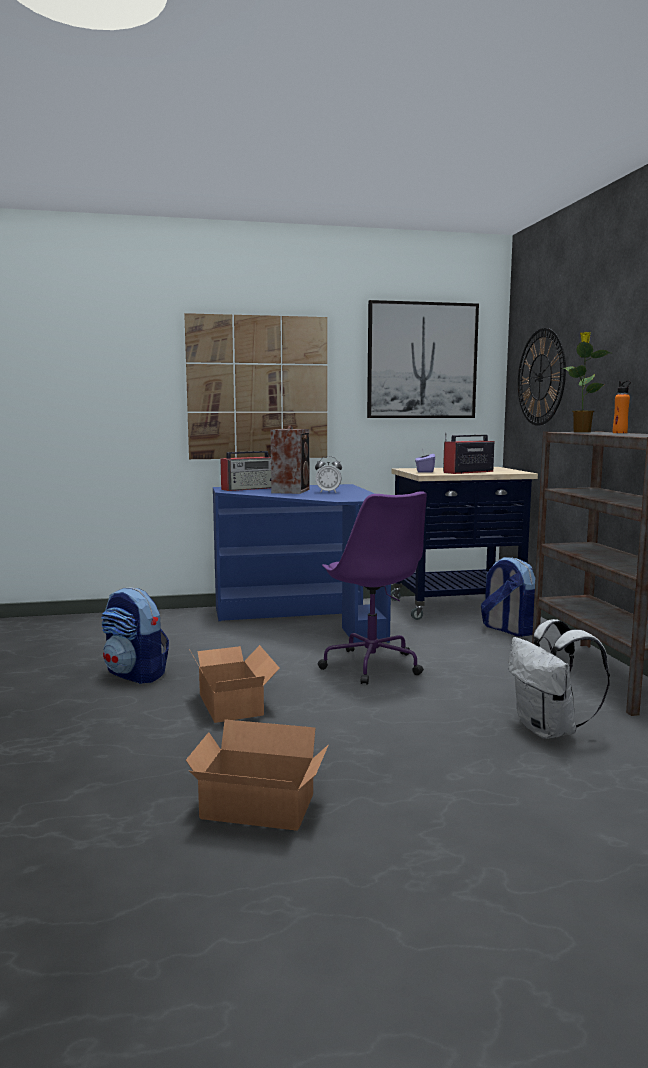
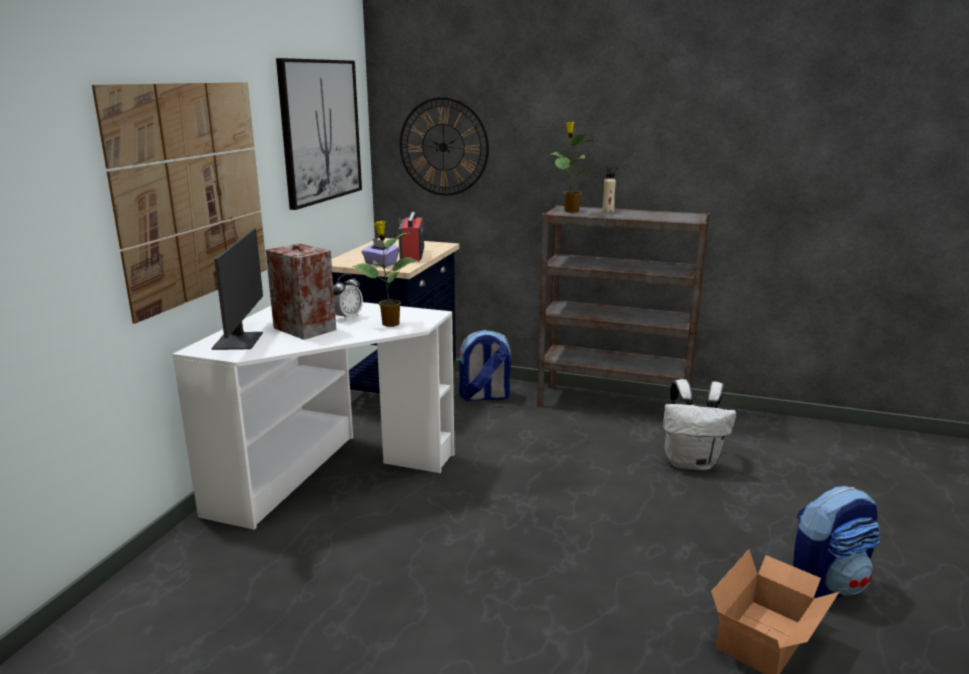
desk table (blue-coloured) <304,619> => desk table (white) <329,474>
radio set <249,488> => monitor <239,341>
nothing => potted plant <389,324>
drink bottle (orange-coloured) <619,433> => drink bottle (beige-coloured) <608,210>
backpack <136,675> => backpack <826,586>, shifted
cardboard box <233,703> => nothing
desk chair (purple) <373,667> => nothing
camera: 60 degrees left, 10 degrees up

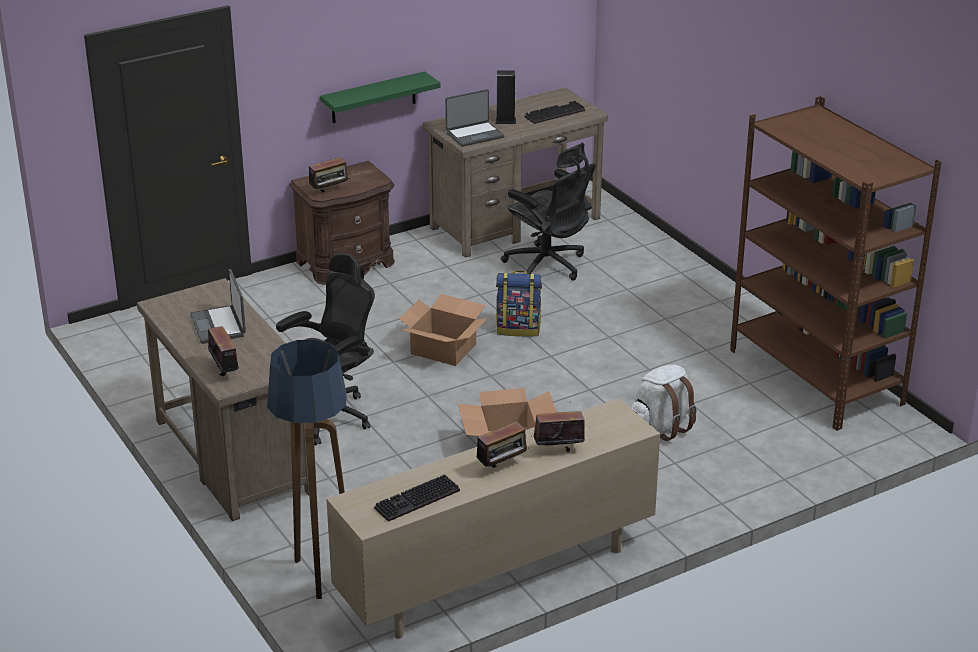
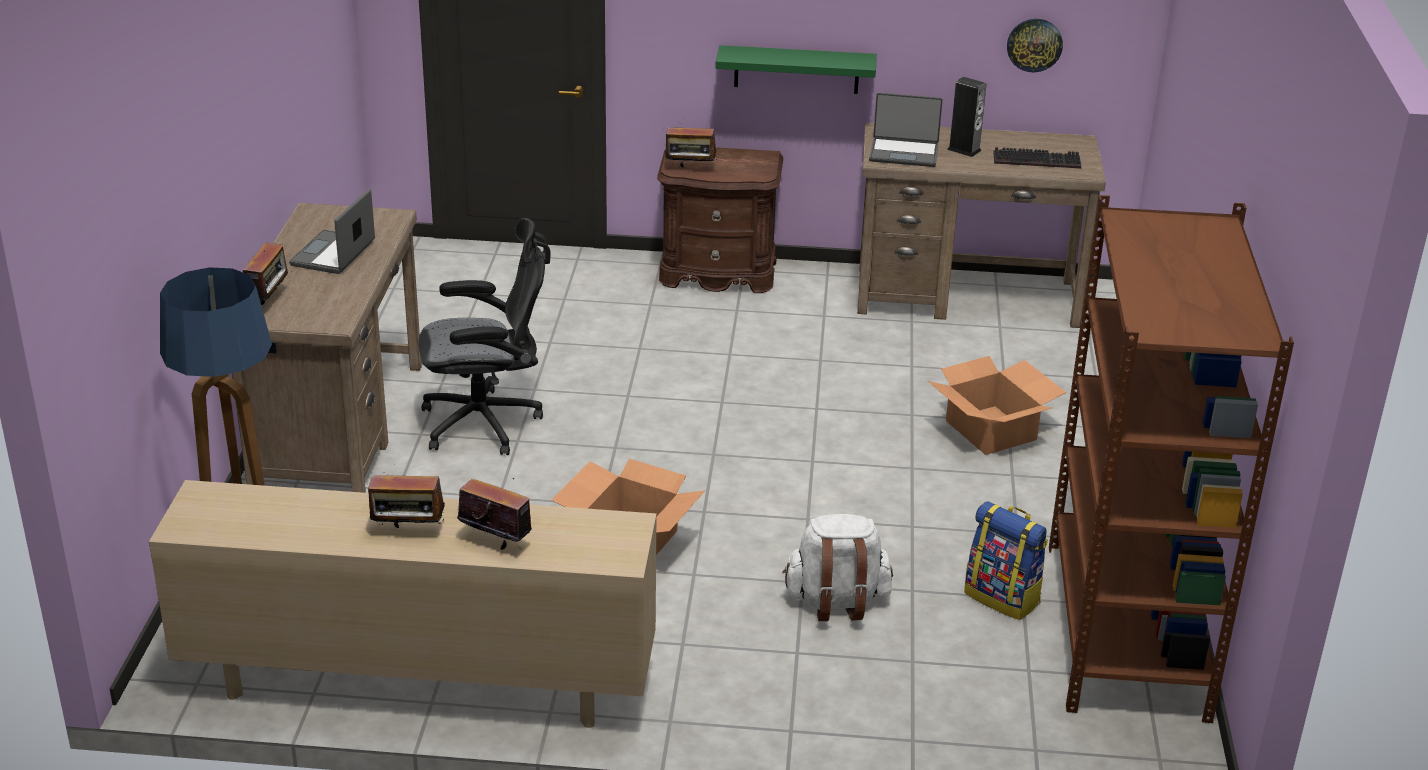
cardboard box <443,348> => cardboard box <991,430>, shifted
backpack <518,329> => backpack <1003,597>, shifted
nothing => clock on the wall <1034,44>
computer keyboard <417,501> => nothing
desk chair <548,266> => nothing
camera: 35 degrees right, 0 degrees up

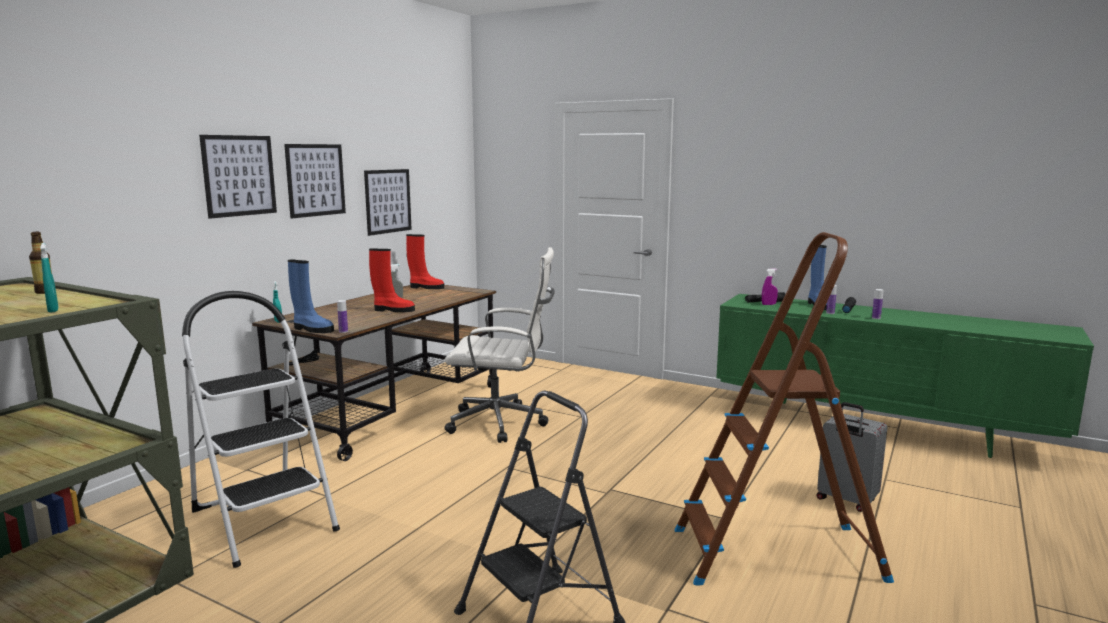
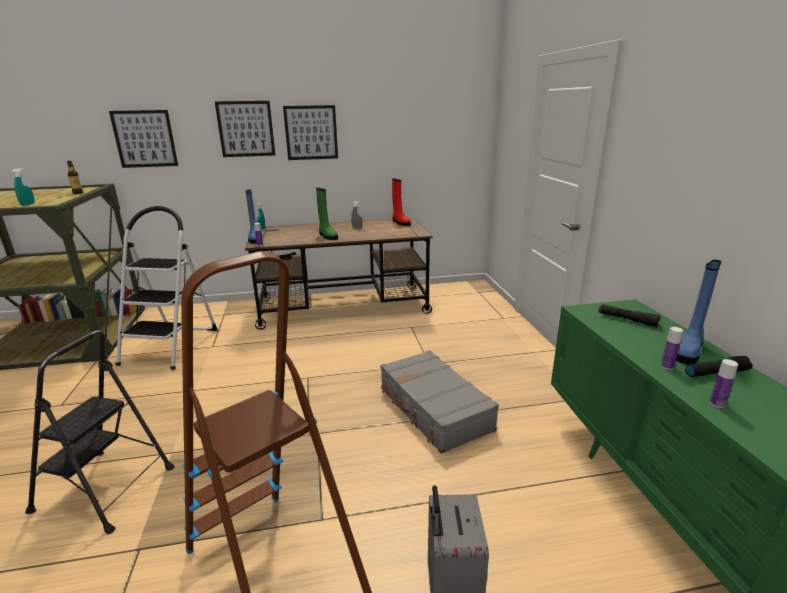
wall picture <388,201> => wall picture <144,139>, shifted
boot (reddish) <393,310> => boot (green) <327,236>
nothing => suitcase (gray) <434,409>
desk chair (white) <501,423> => nothing
hand sprayer (purple) <768,304> => nothing
camera: 50 degrees right, 10 degrees up

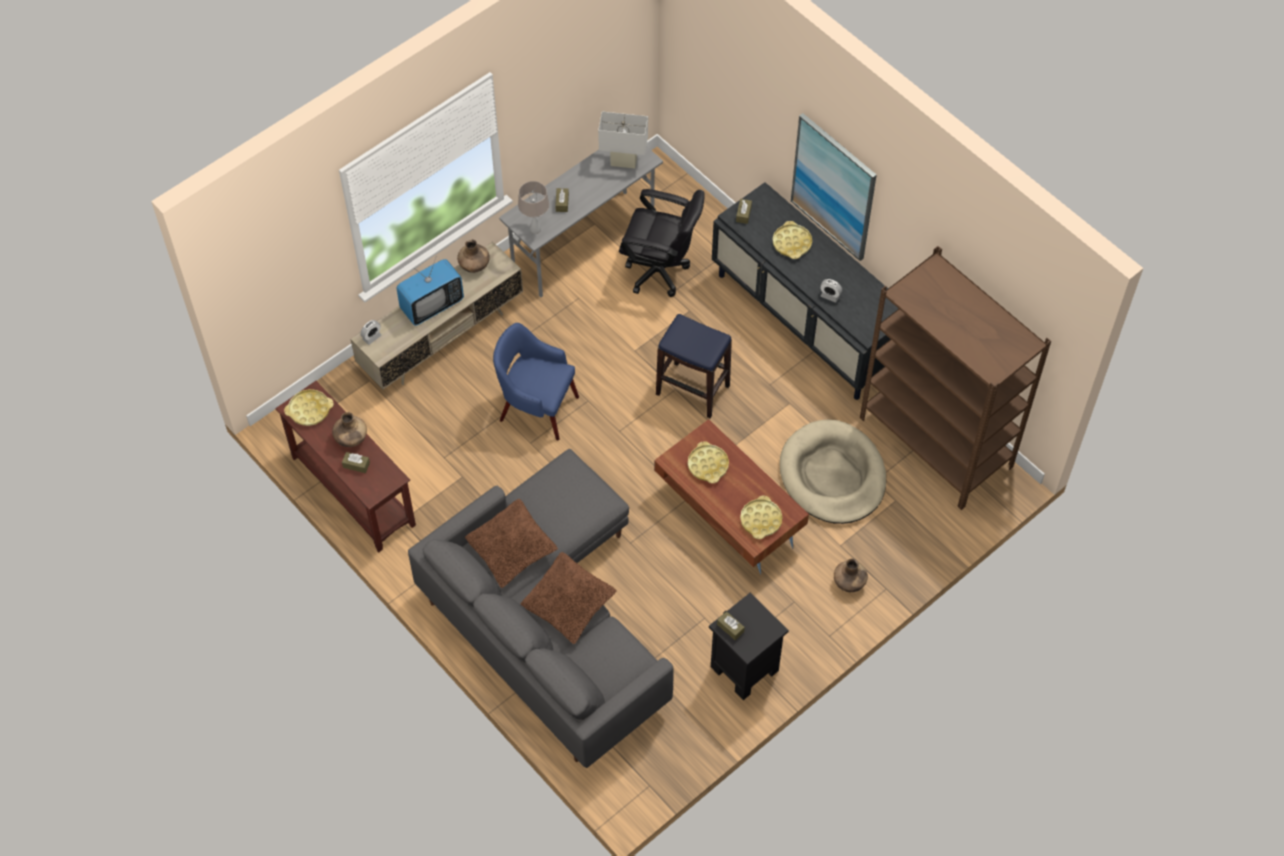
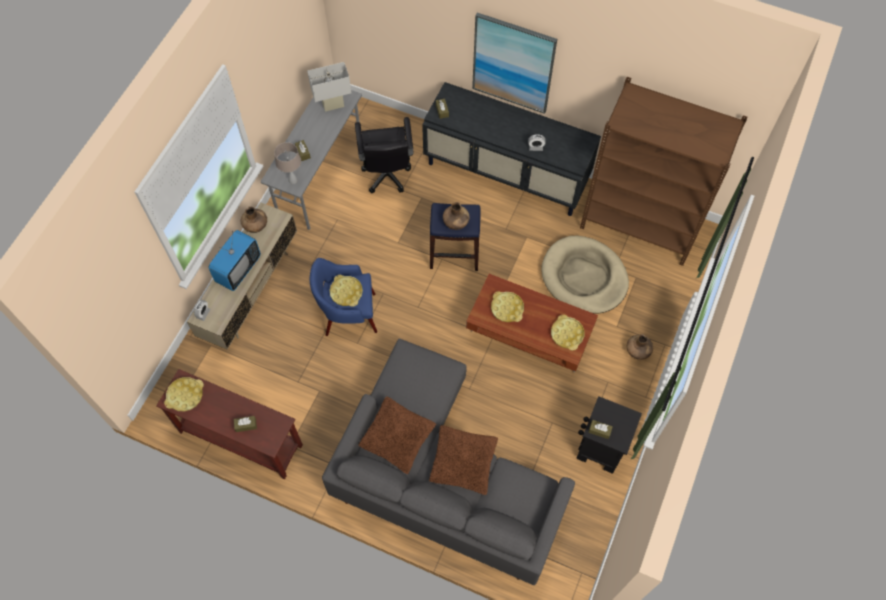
tray (yellowish) <792,243> => tray (yellowish) <346,292>, shifted
desk chair (black-coloured) <661,273> => desk chair (black-coloured) <387,178>, 90 degrees clockwise
decorative vase (brownish) <351,438> => decorative vase (brownish) <455,223>, shifted
camera: 25 degrees left, 5 degrees up

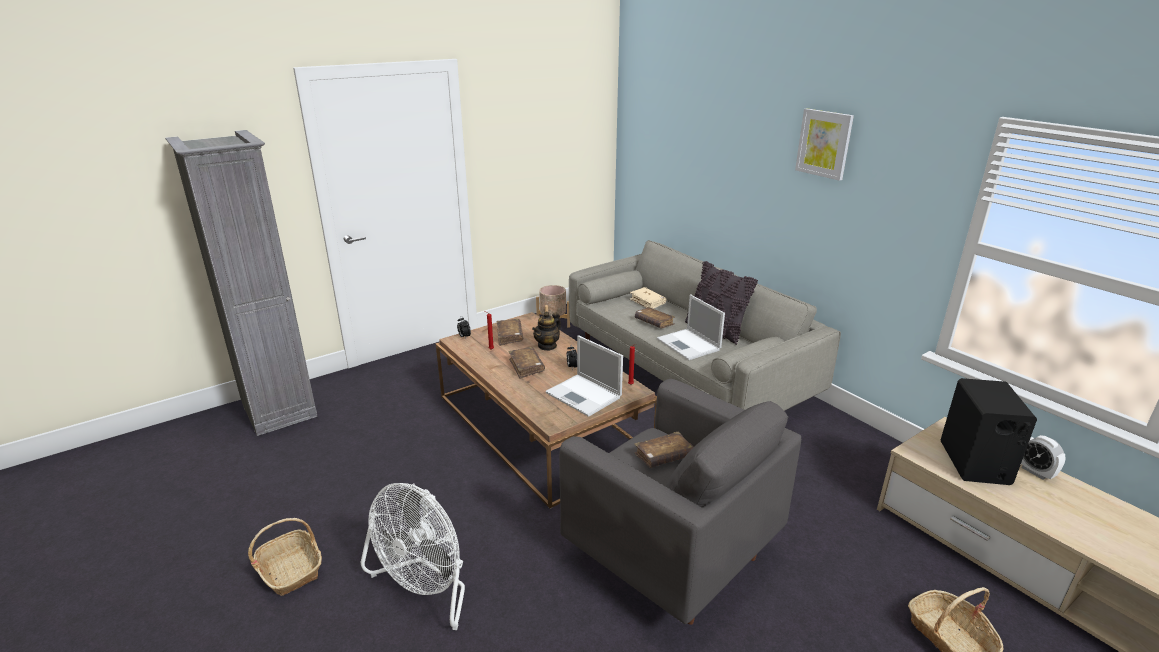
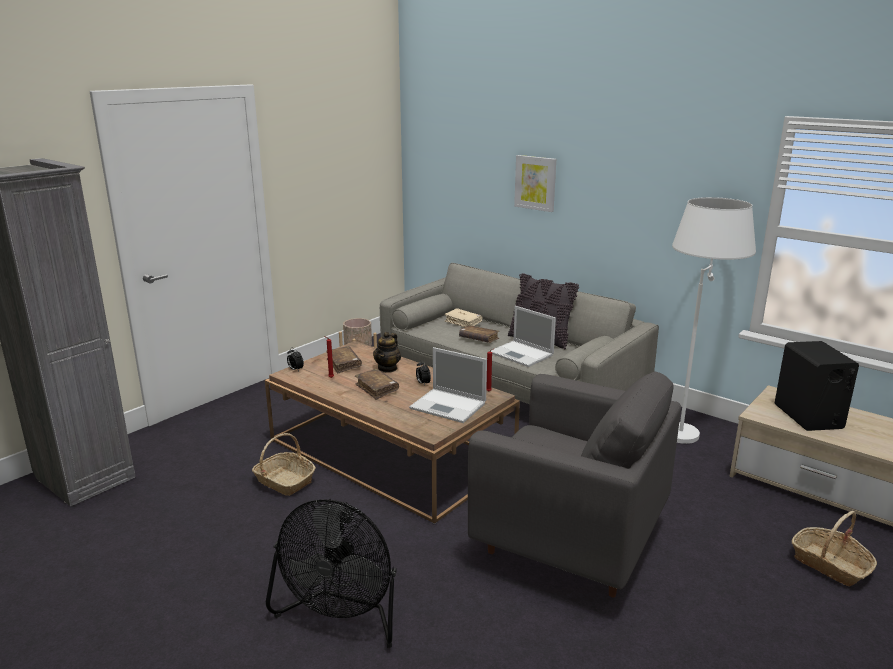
storage basket <290,570> => storage basket <284,481>, shifted
fan (white) <426,583> => fan (black-coloured) <339,612>
wall picture <824,143> => wall picture <535,183>, shifted
nothing => floor lamp (white) <688,427>
book (brownish) <663,456> => nothing
bedside clock <1035,472> => nothing
camera: 15 degrees left, 5 degrees down

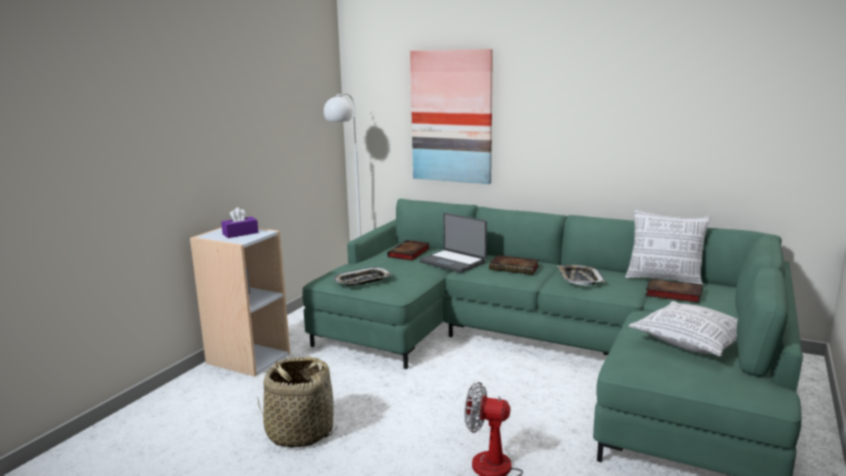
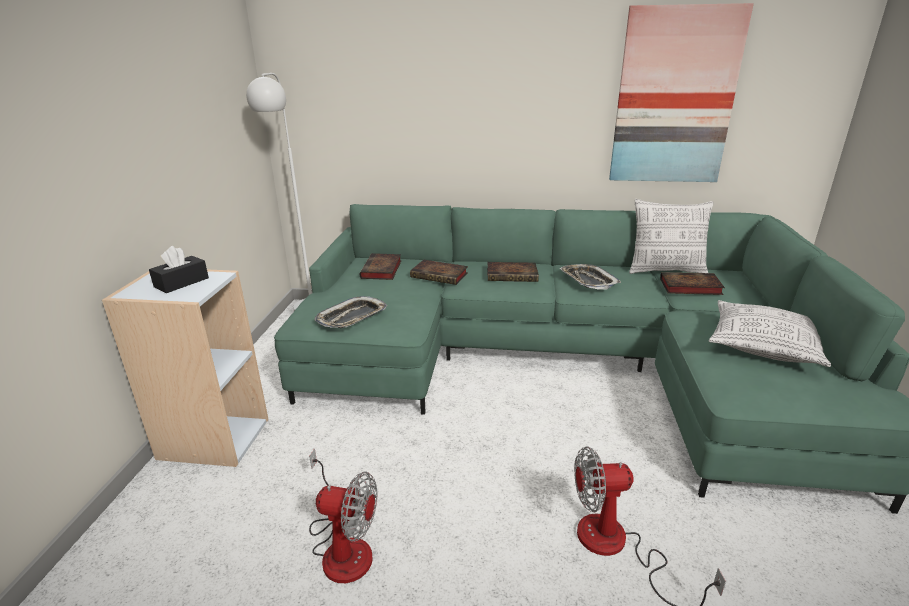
tissue box (purple) <240,233> => tissue box (black-coloured) <181,282>
storage basket <299,432> => fan <342,546>
notebook computer <453,262> => book <440,275>
wall picture <451,116> => wall picture <674,98>, shifted
camera: 20 degrees left, 10 degrees up

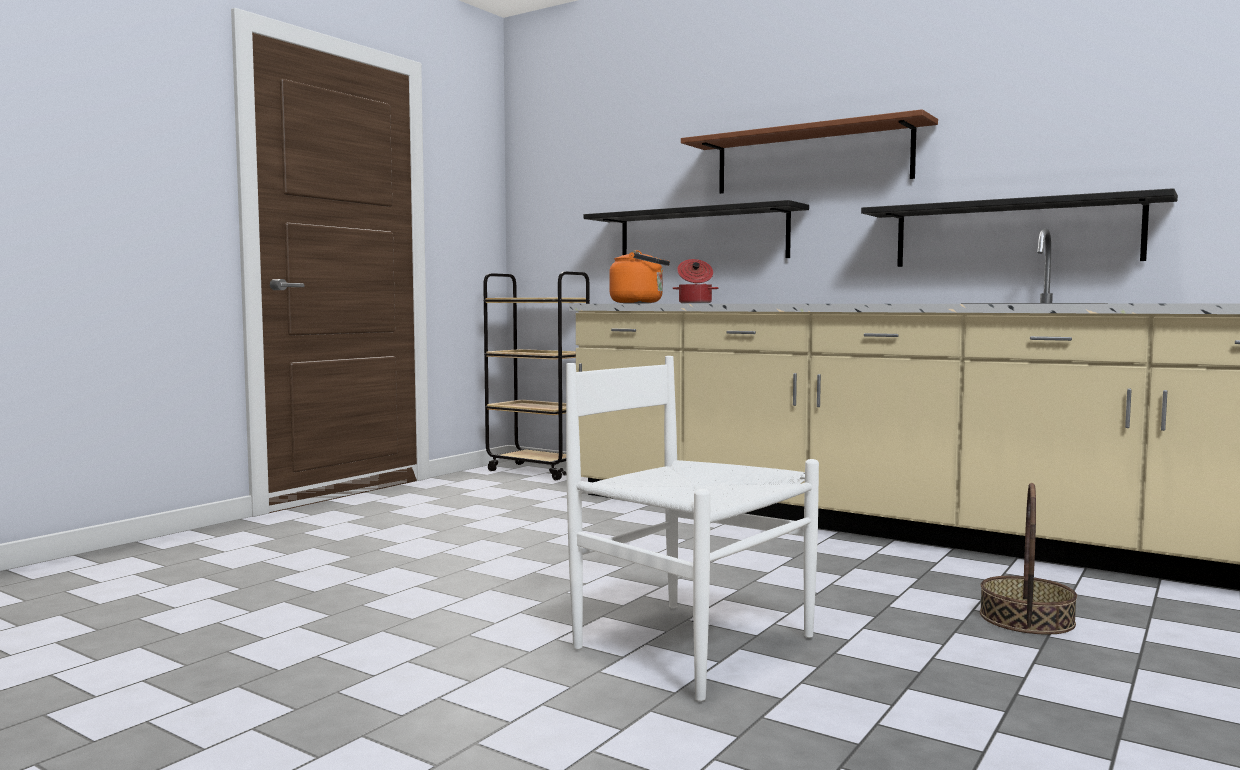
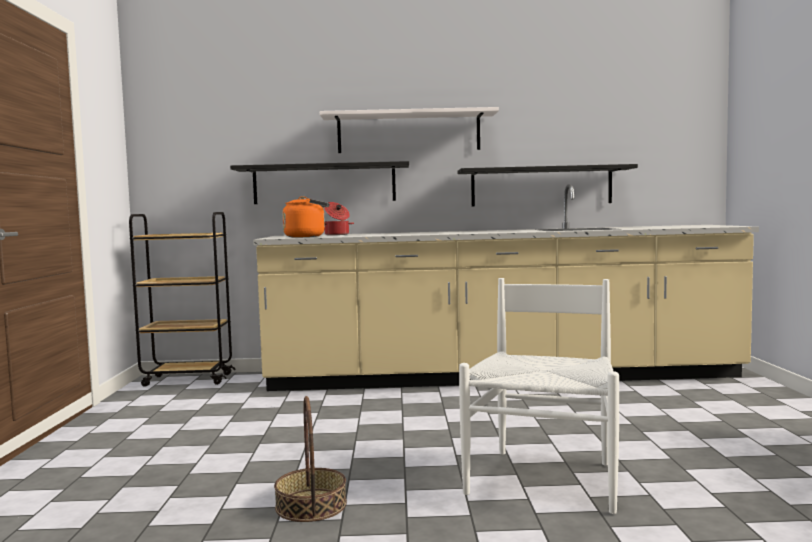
storage basket <1027,619> => storage basket <311,505>, shifted
bracket shelf (brownish) <811,159> => bracket shelf (white) <408,133>
chair (white) <688,645> => chair (white) <545,479>, 105 degrees clockwise
camera: 35 degrees left, 0 degrees up

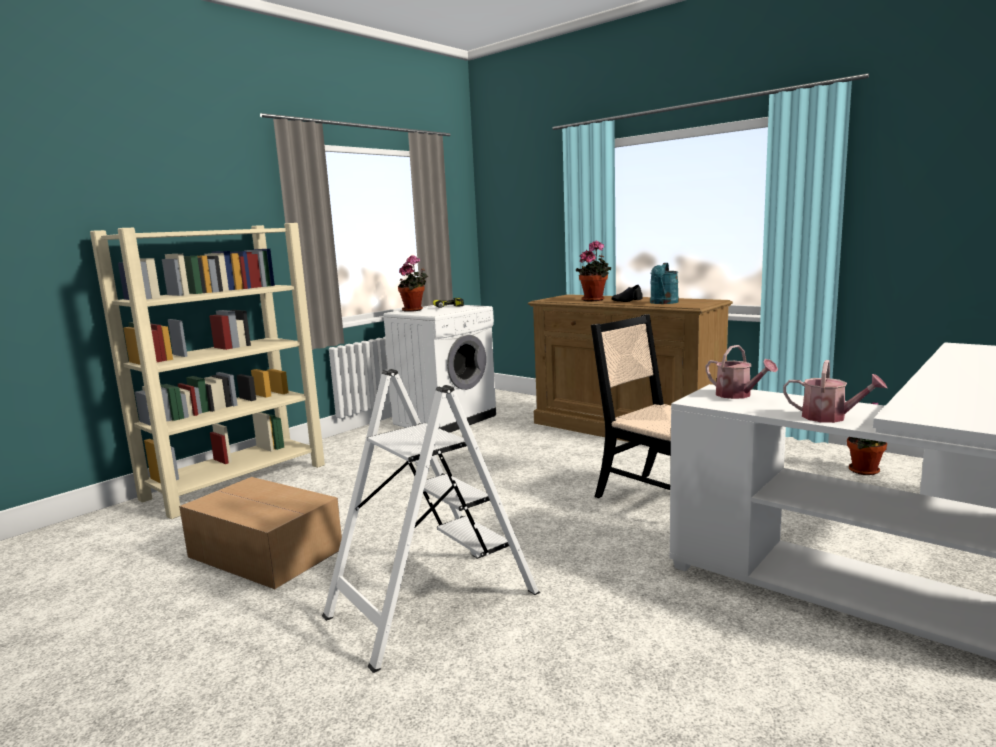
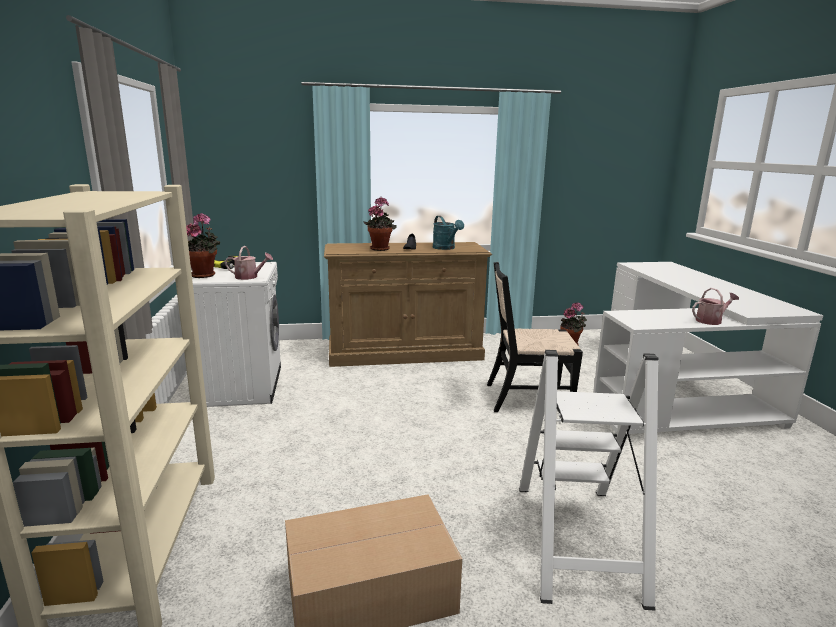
sprinkling can <737,395> => sprinkling can <249,277>, shifted
camera: 50 degrees left, 5 degrees up

